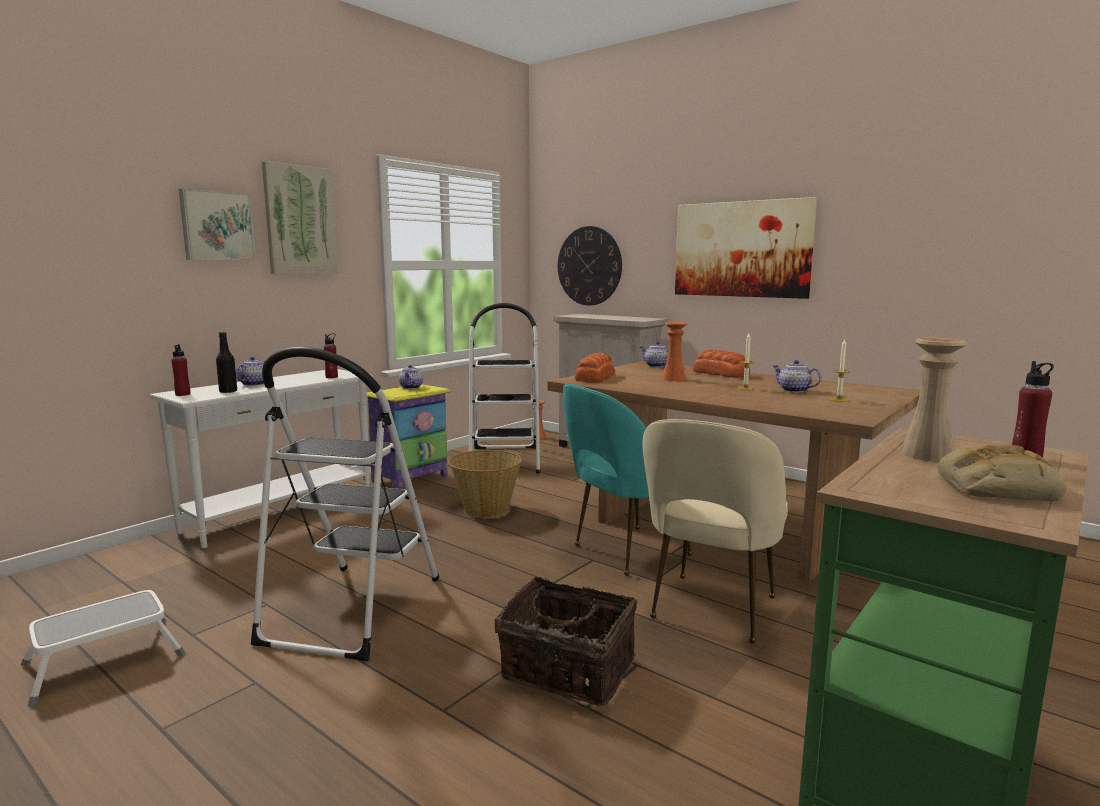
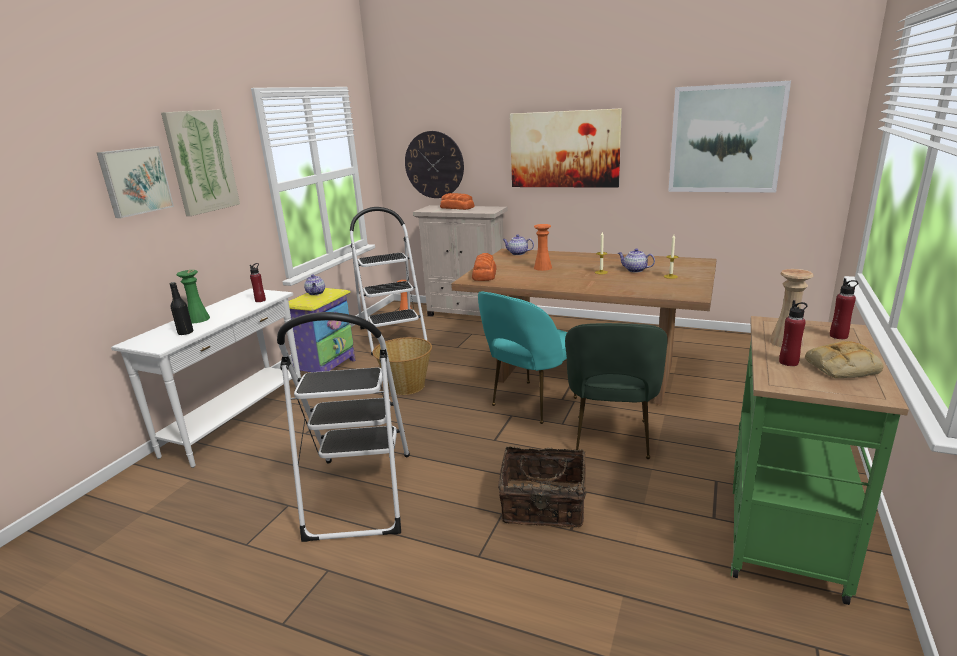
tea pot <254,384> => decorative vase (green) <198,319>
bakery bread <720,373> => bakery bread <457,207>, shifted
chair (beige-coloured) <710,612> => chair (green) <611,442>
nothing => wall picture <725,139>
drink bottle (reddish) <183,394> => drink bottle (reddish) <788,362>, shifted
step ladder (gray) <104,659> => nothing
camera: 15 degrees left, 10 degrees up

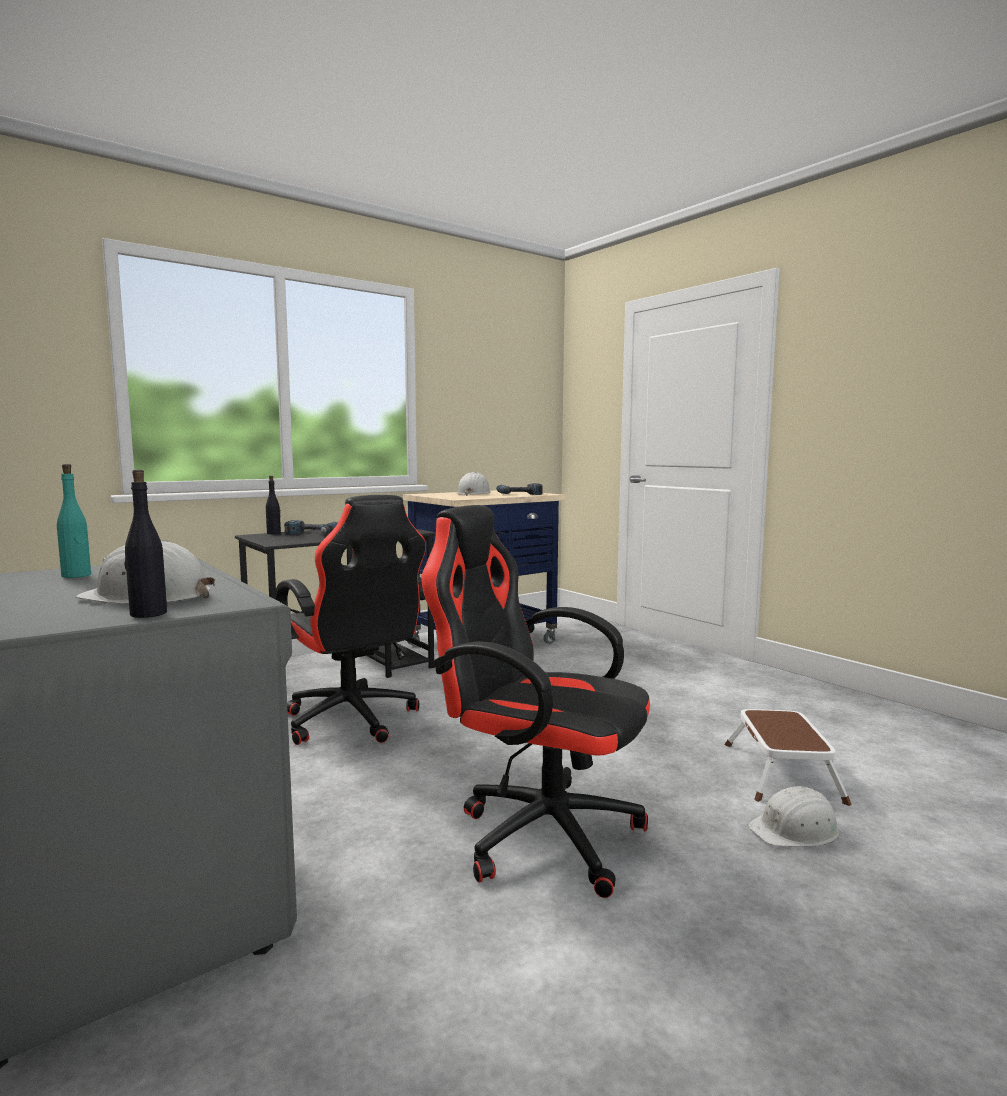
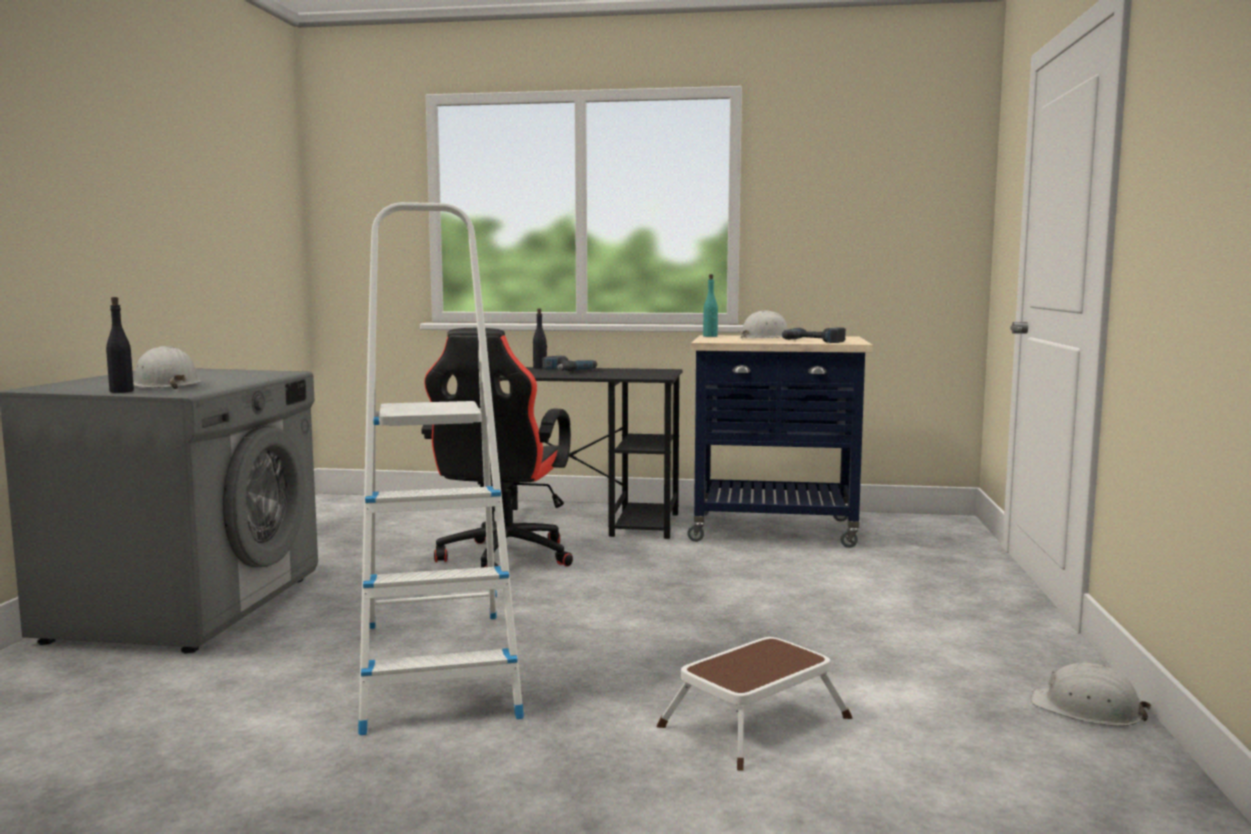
desk chair (black-coloured) <536,832> => step ladder (white) <437,667>
drink bottle (turquoise) <76,575> => drink bottle (turquoise) <710,336>, shifted
safety helmet (white) <795,830> => safety helmet (white) <1087,709>, shifted
camera: 45 degrees right, 0 degrees up

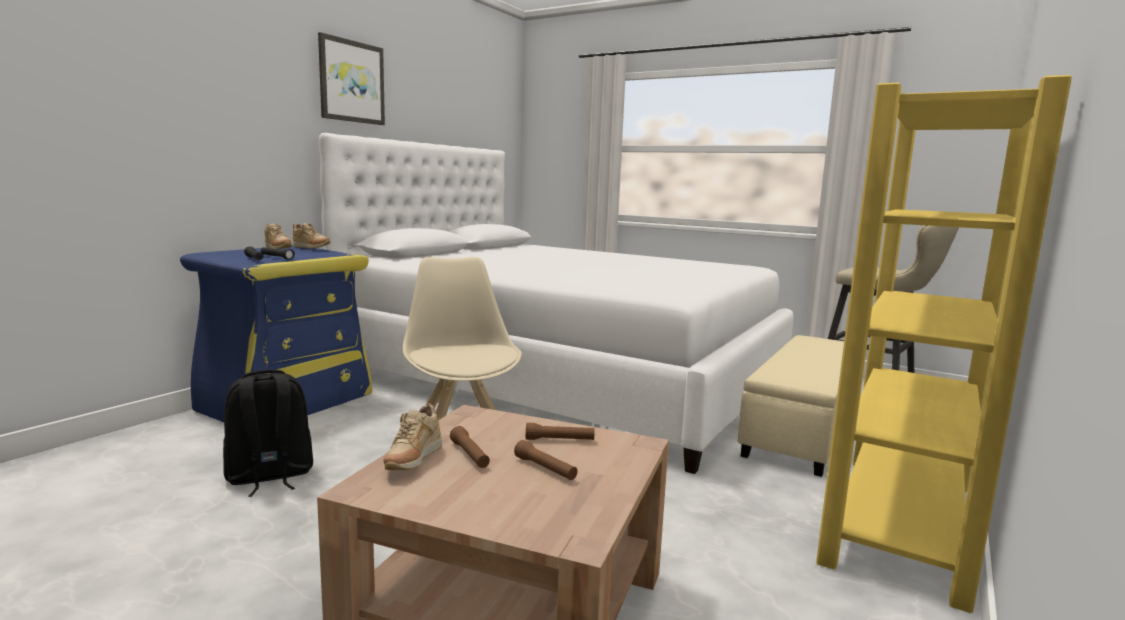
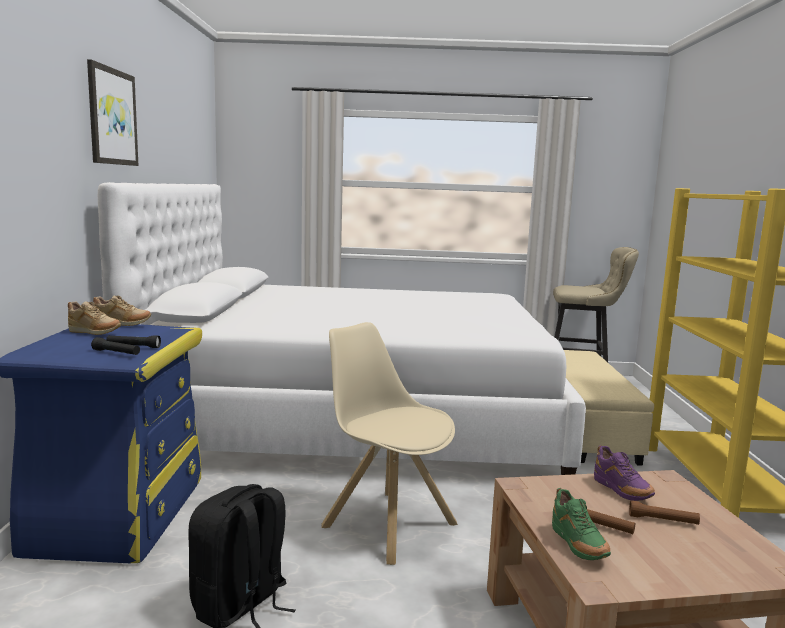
shoe (beige-coloured) <412,462> => shoe (green) <577,546>
torch (brownish) <559,440> => shoe (purple) <621,491>
camera: 30 degrees left, 0 degrees up

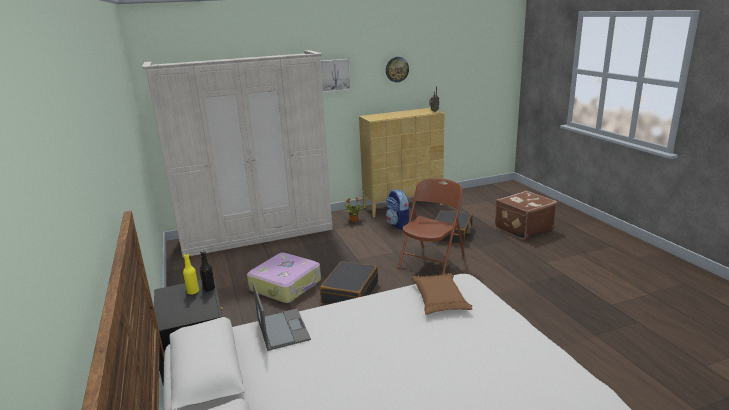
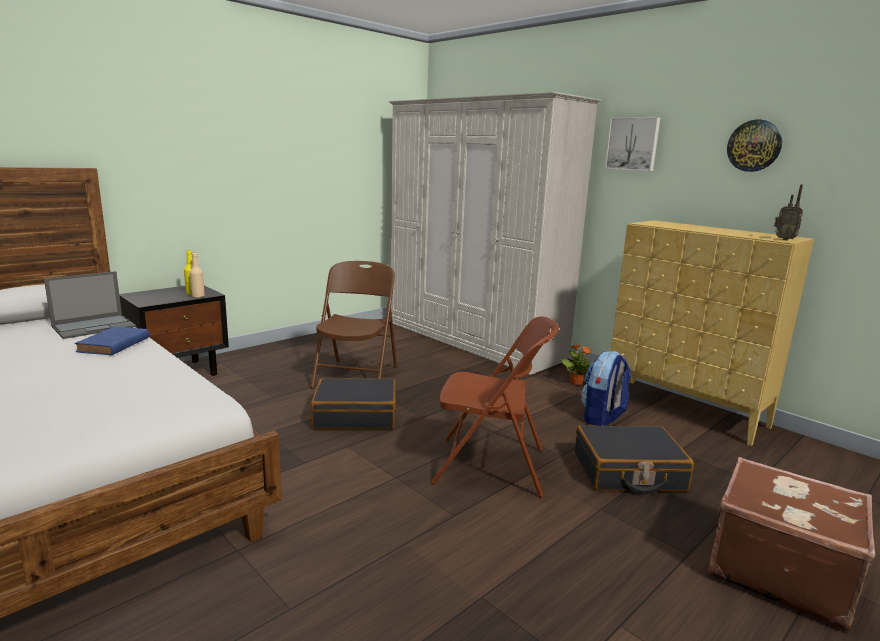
nothing => book (blue-coloured) <113,345>
drink bottle (black-coloured) <209,289> => drink bottle (beige-coloured) <198,296>
suitcase <286,285> => chair (brownish) <356,377>
cushion (brownish) <439,297> => nothing
camera: 65 degrees right, 5 degrees down

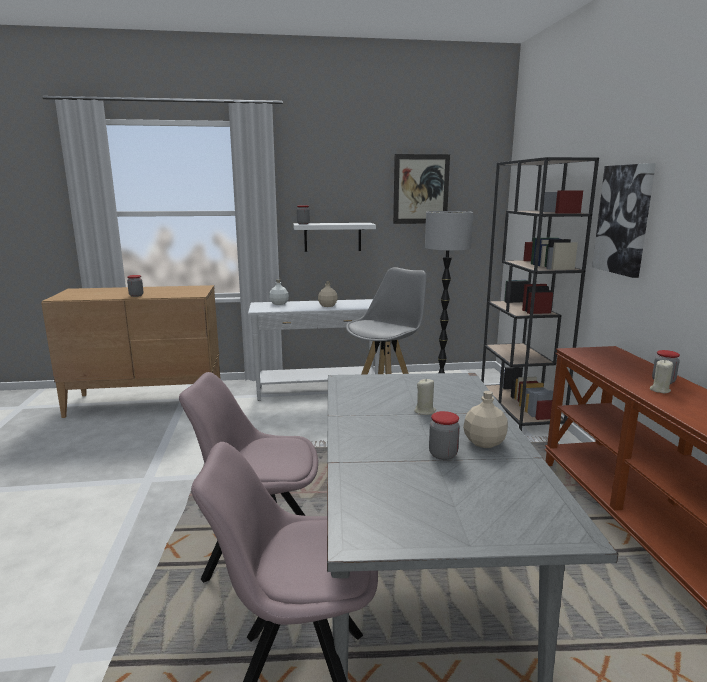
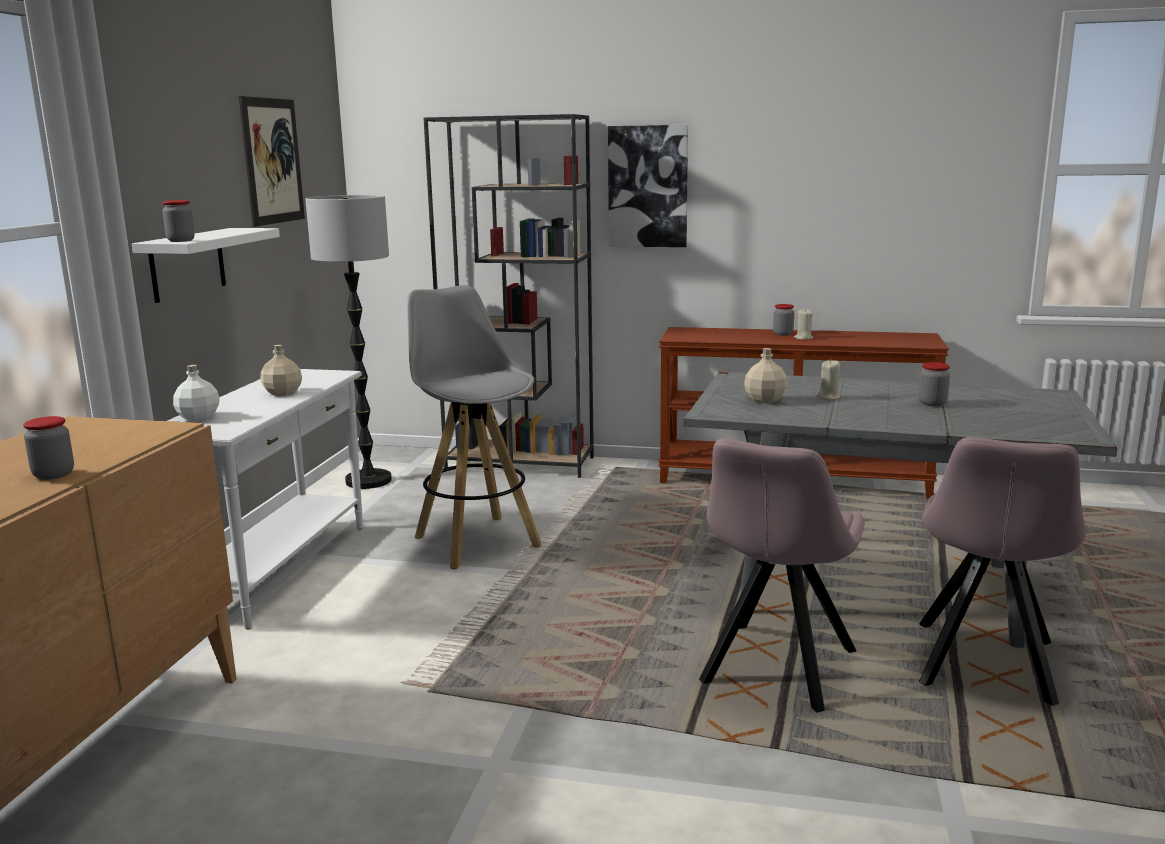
drink bottle (beige-coloured) <484,442> => drink bottle (beige-coloured) <764,400>, shifted
camera: 70 degrees left, 0 degrees up

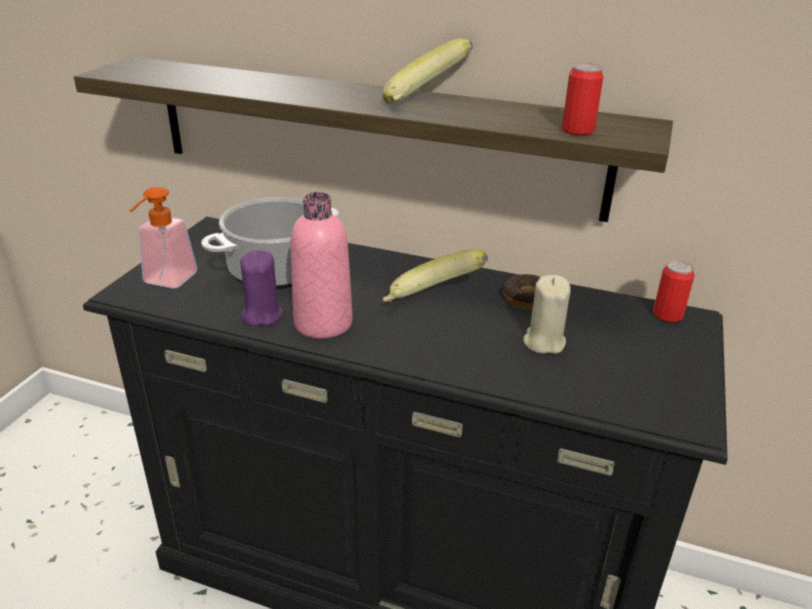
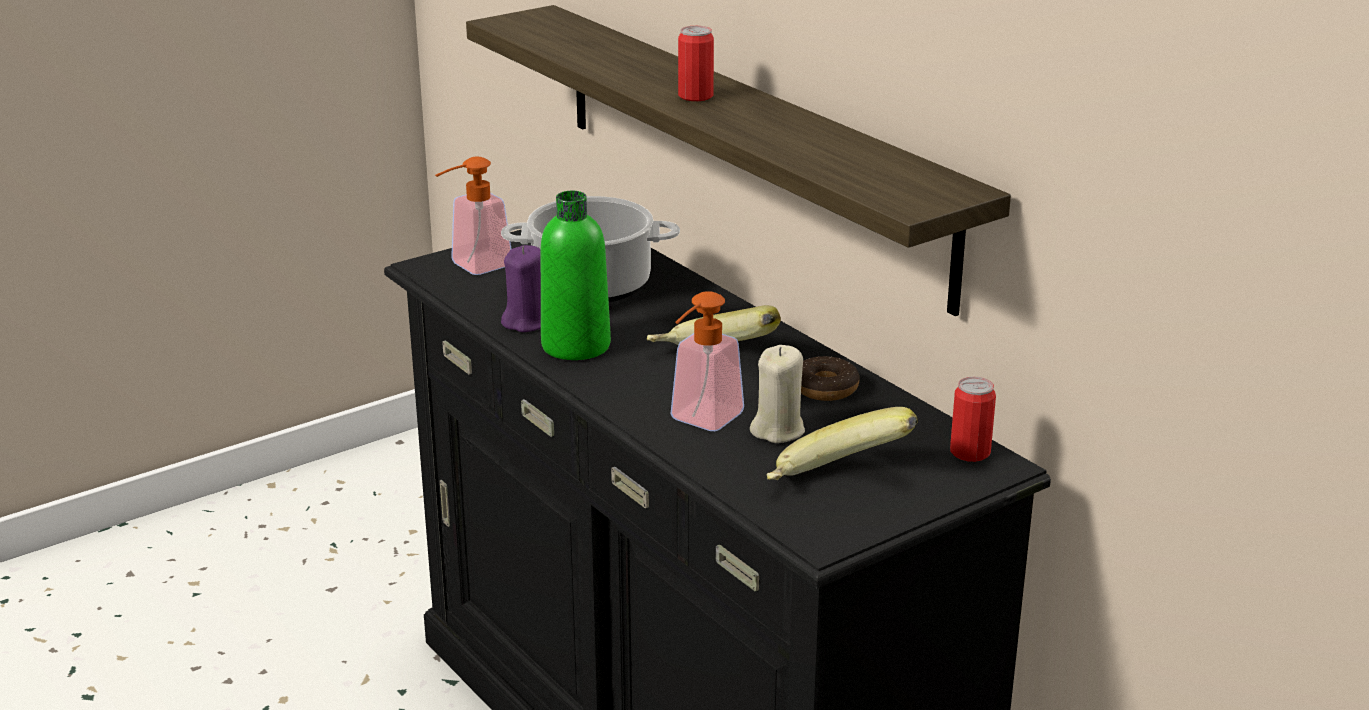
drink bottle (pinkish) <323,323> => drink bottle (green) <576,346>
nothing => soap bottle <700,421>
can <577,130> => can <695,96>, shifted
banana fruit <426,102> => banana fruit <837,482>, shifted
camera: 35 degrees right, 5 degrees down

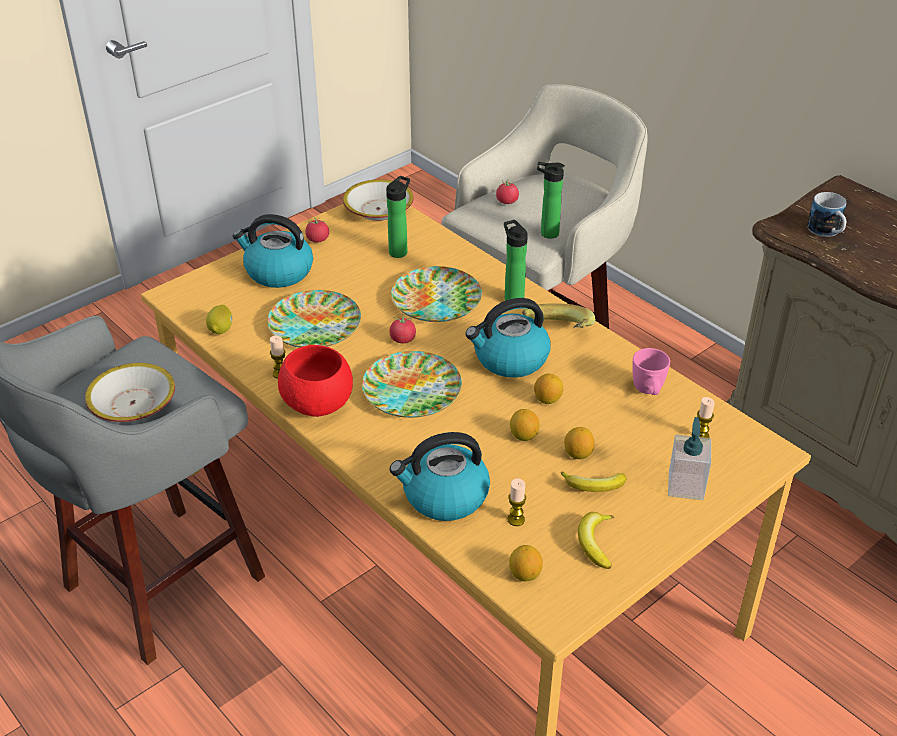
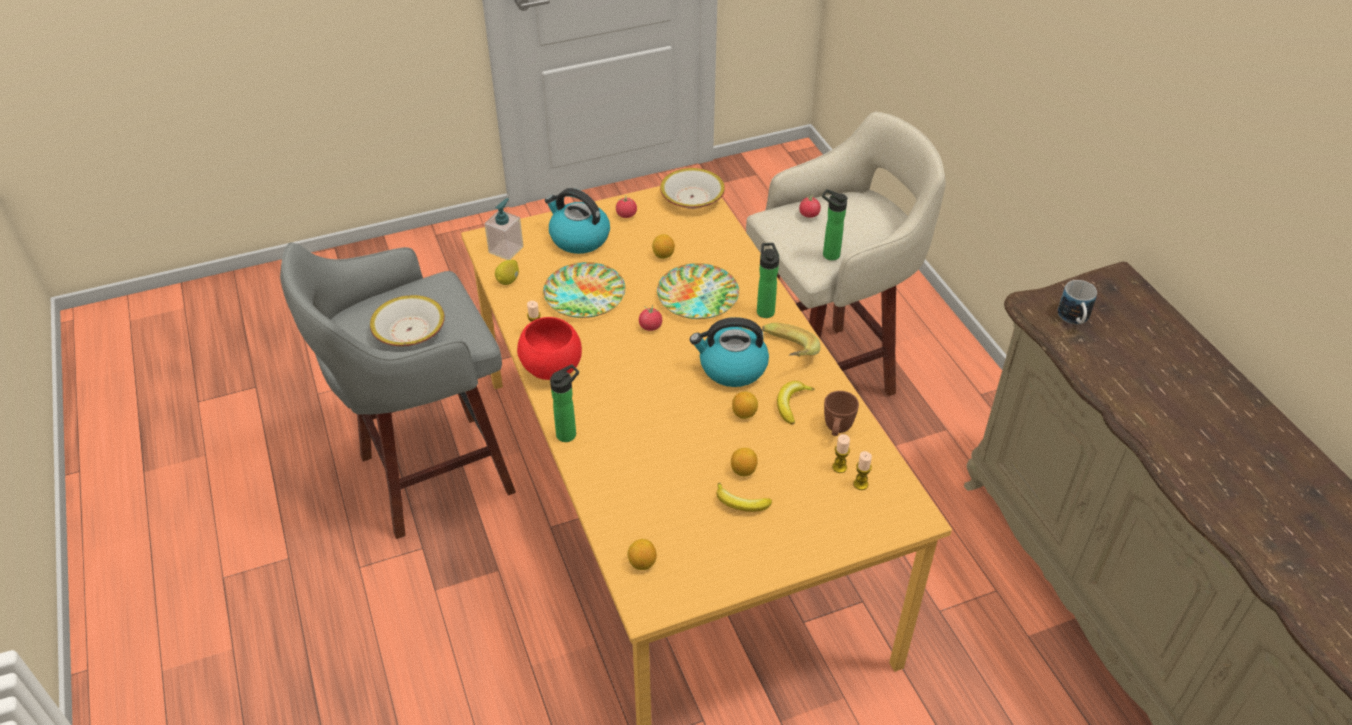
soap bottle <685,485> => soap bottle <506,249>, shifted
drink bottle <399,251> => drink bottle <569,433>, shifted
whole lemon <523,436> => whole lemon <663,255>, shifted
banana fruit <595,542> => banana fruit <791,404>, shifted
coffee mug (pinkish) <648,392> => coffee mug (brownish) <837,431>
wax light <516,519> => wax light <839,467>, shifted
dinner plate <412,391> => nothing
kettle <444,496> => nothing
camera: 20 degrees right, 5 degrees up

